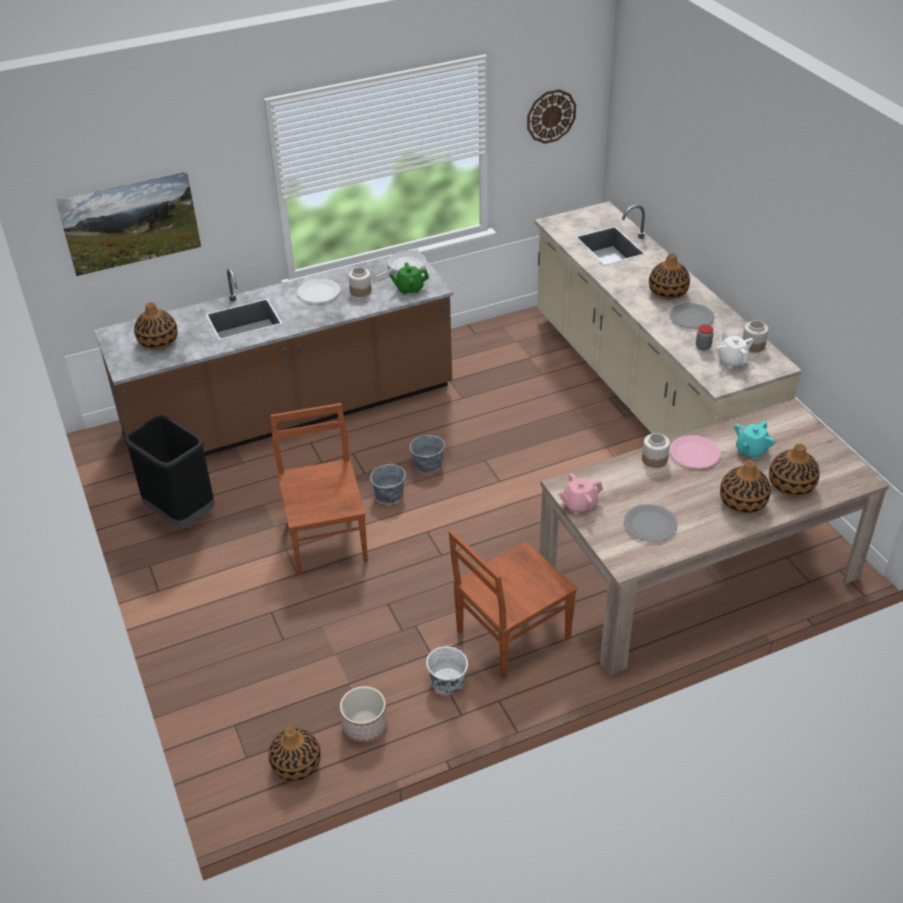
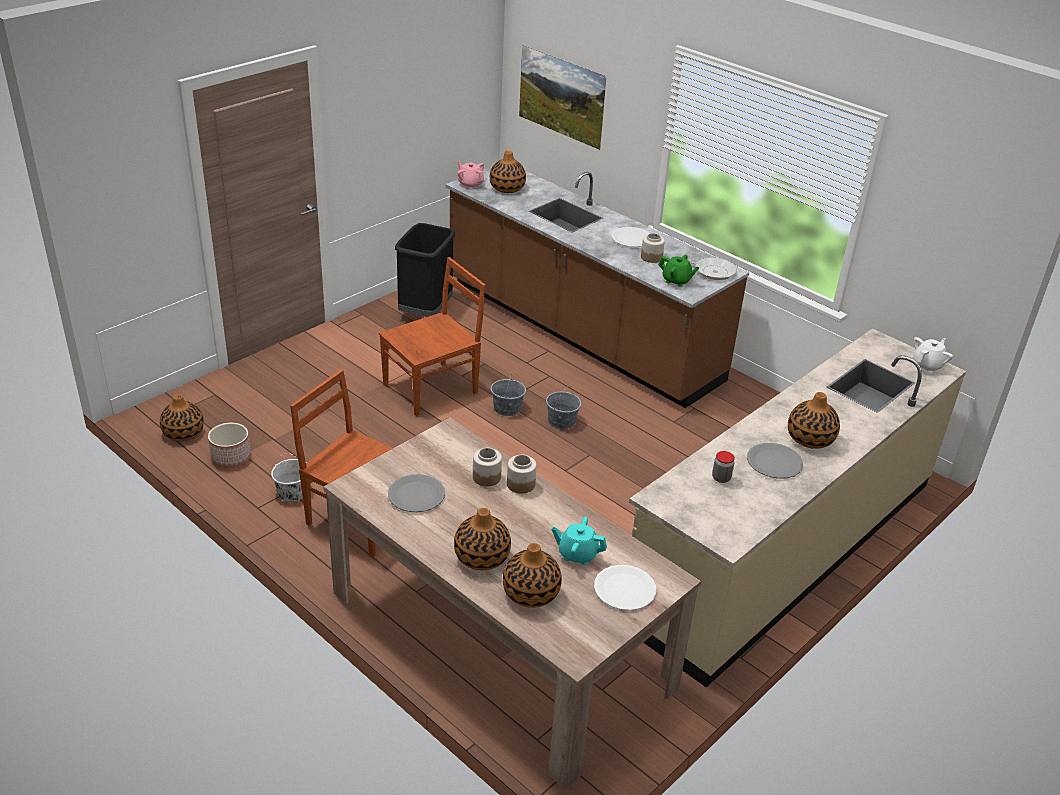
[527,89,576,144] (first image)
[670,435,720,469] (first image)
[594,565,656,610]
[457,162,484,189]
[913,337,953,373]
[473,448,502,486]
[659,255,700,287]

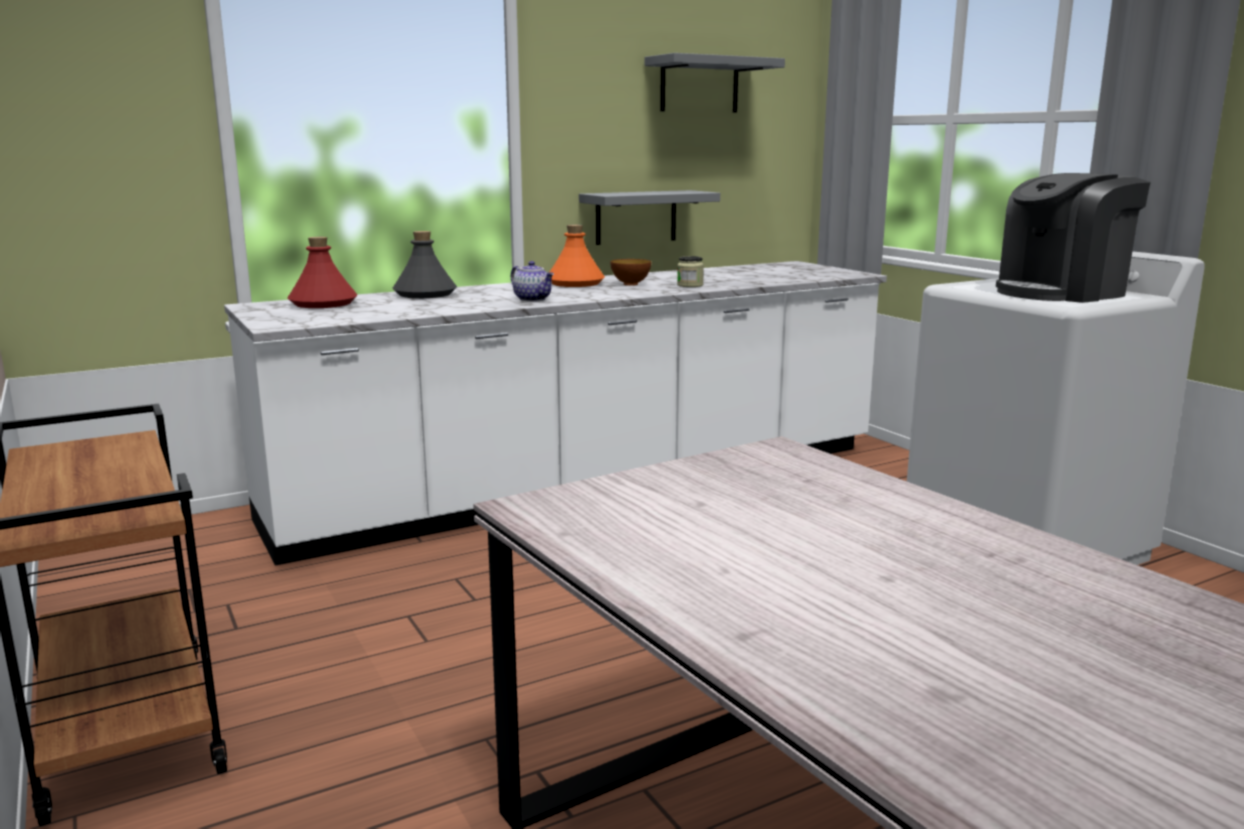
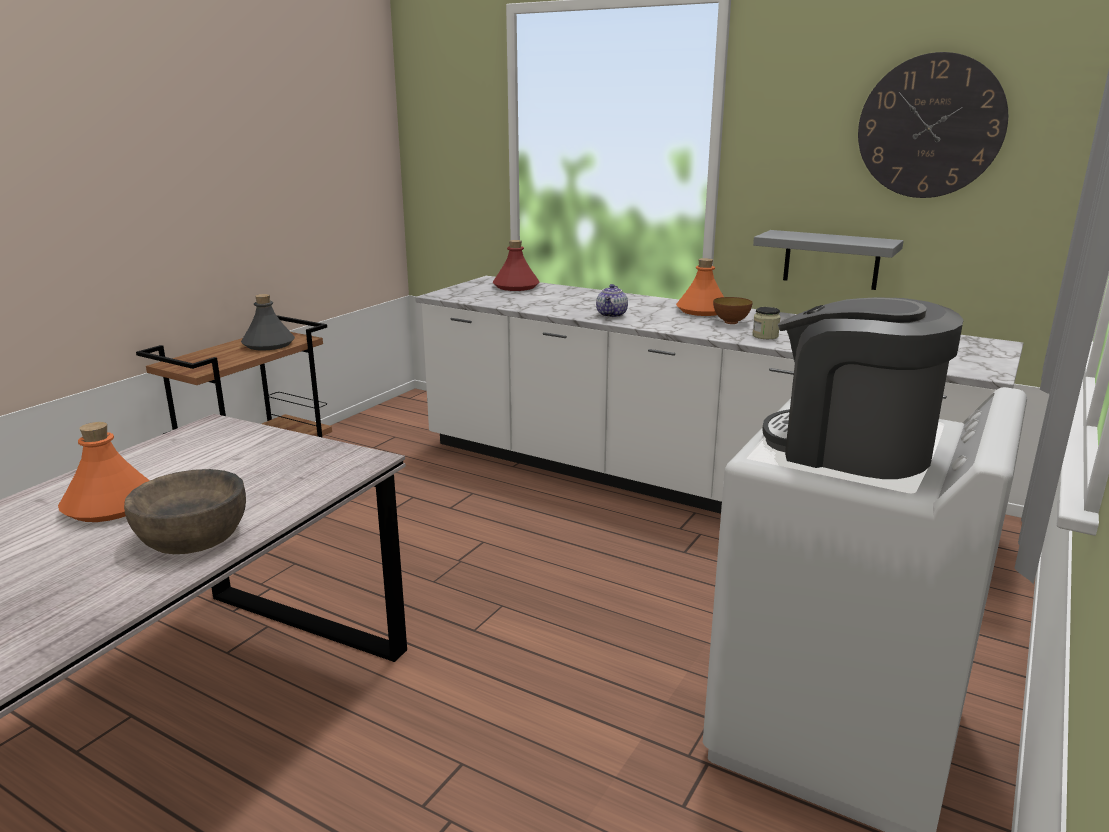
[58,422,150,522]
[124,469,246,554]
[241,294,295,351]
[858,52,1008,198]

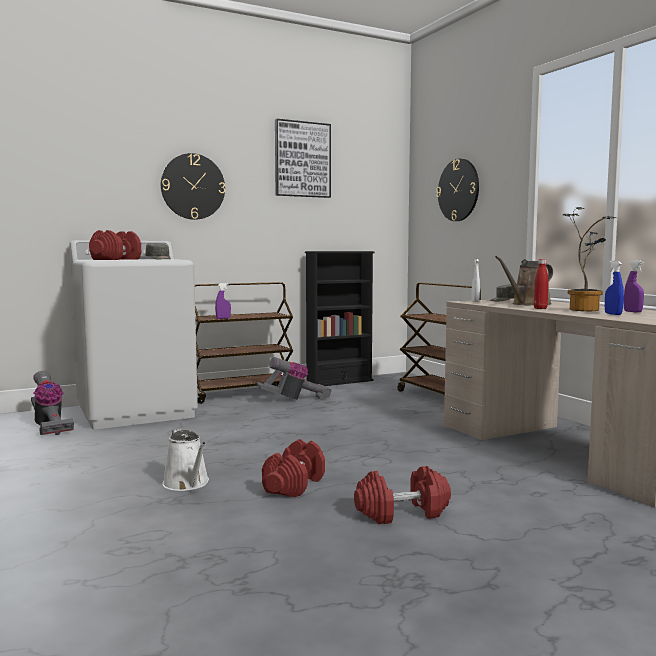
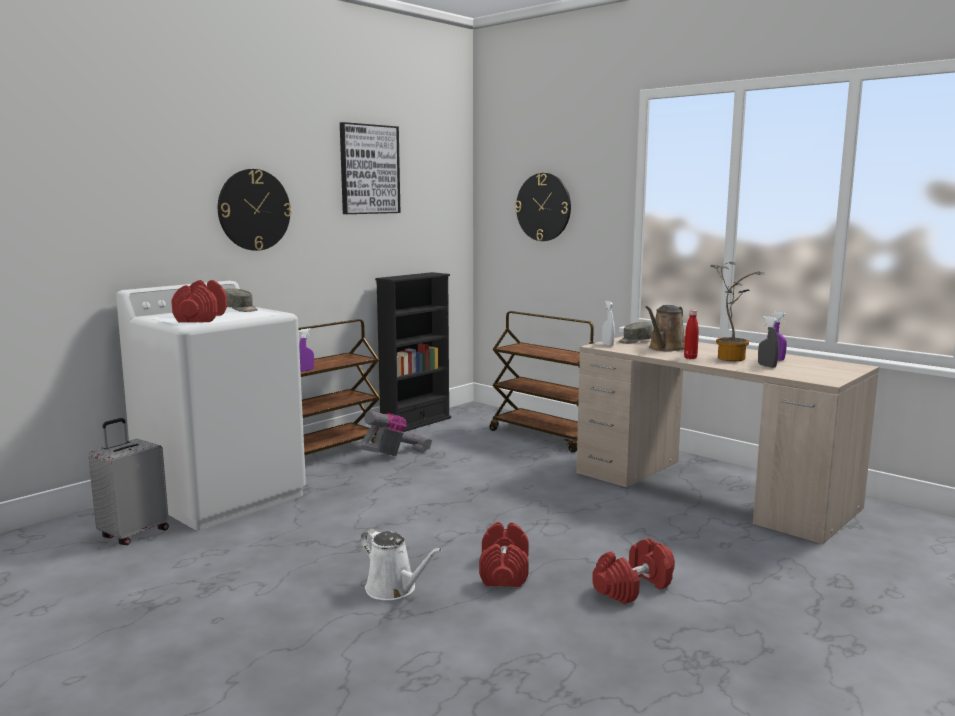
[88,418,169,545]
[758,316,779,368]

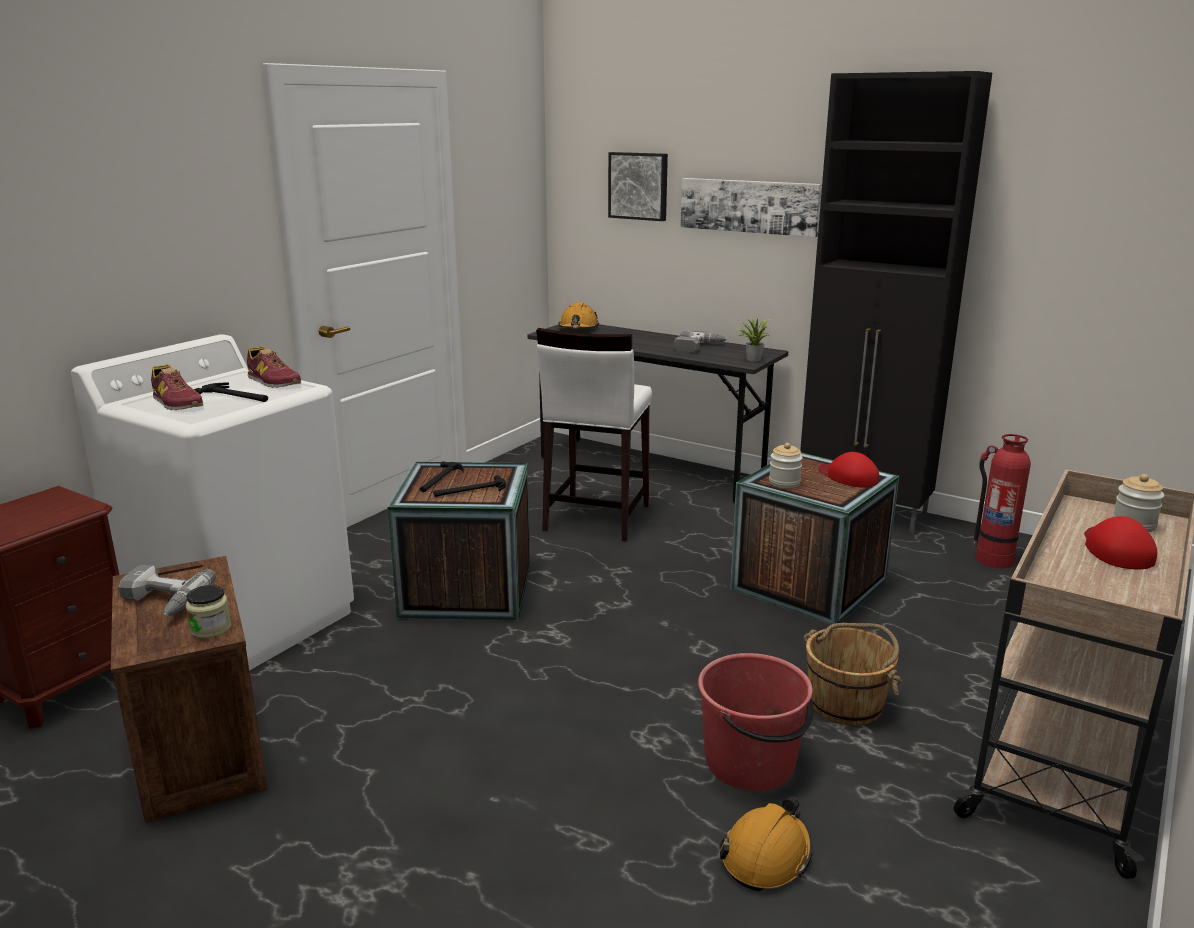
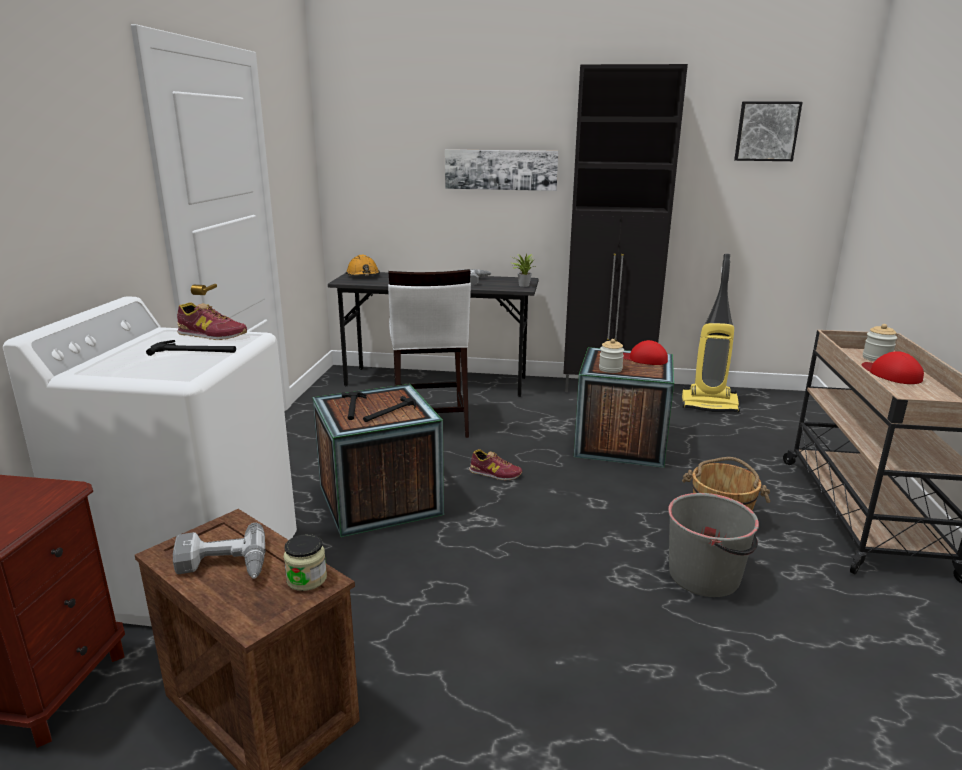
[719,796,813,891] (first image)
[469,449,522,480]
[734,101,802,161]
[682,254,740,412]
[668,493,759,597]

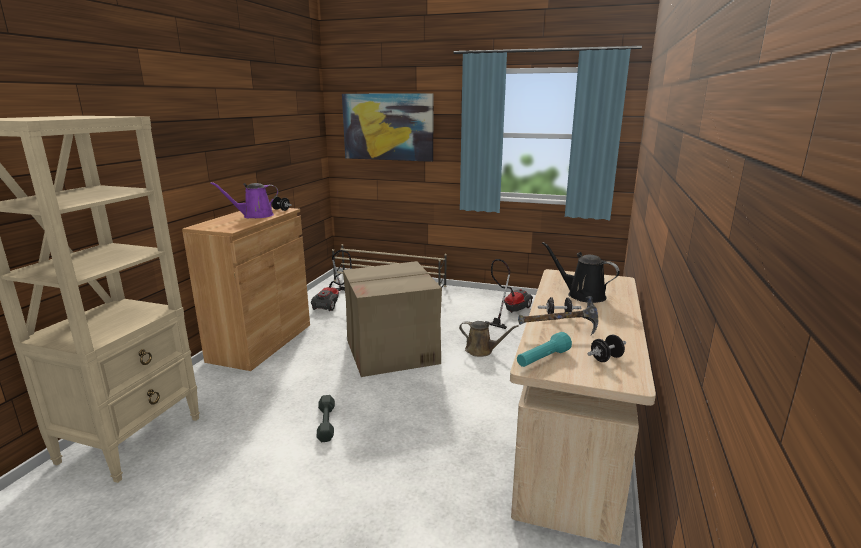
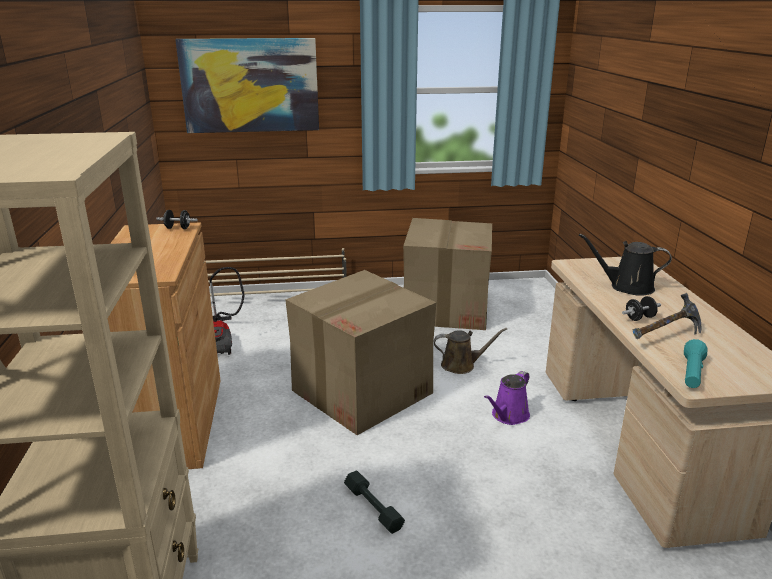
[588,335,626,362] (first image)
[484,371,530,425]
[403,218,492,330]

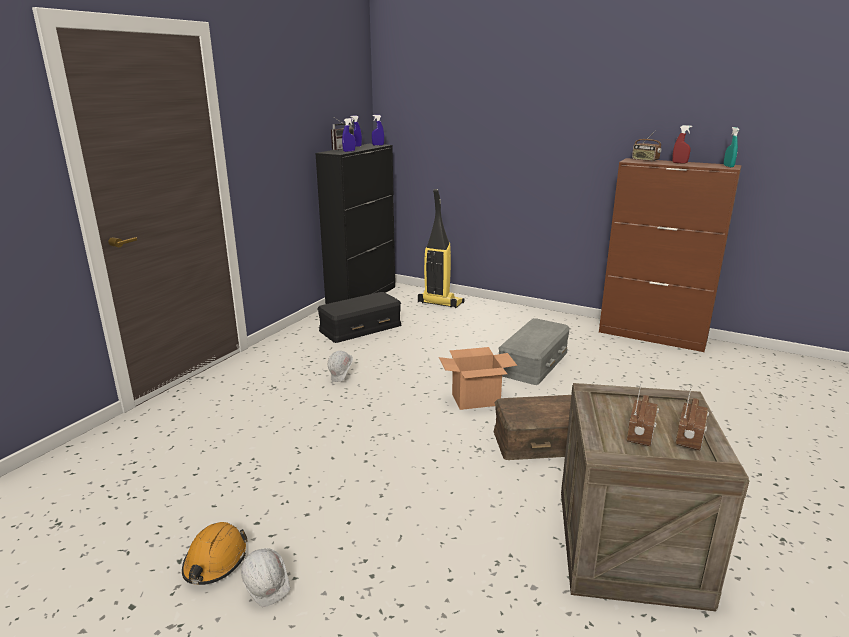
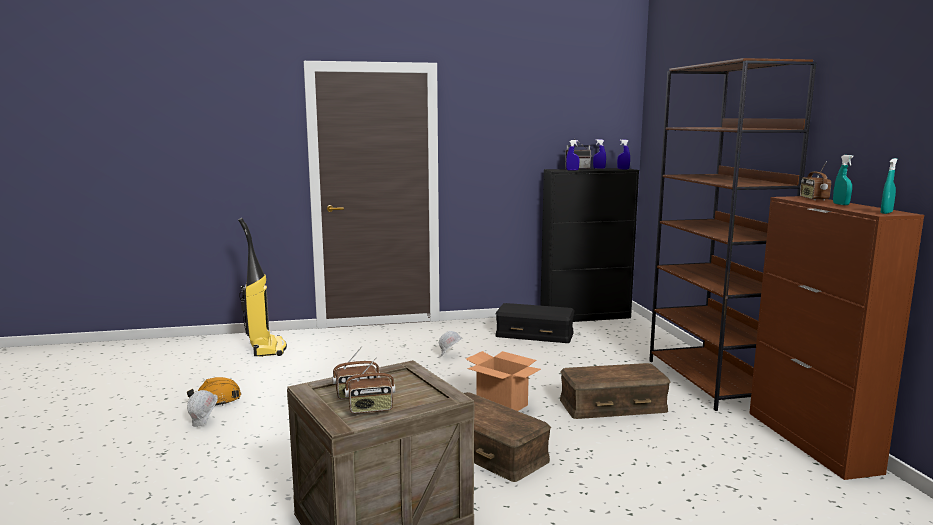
[649,58,816,411]
[238,218,287,357]
[560,363,670,419]
[833,155,854,205]

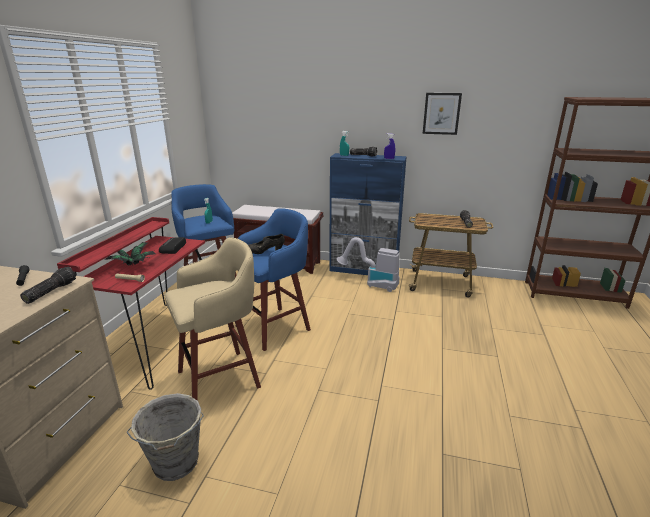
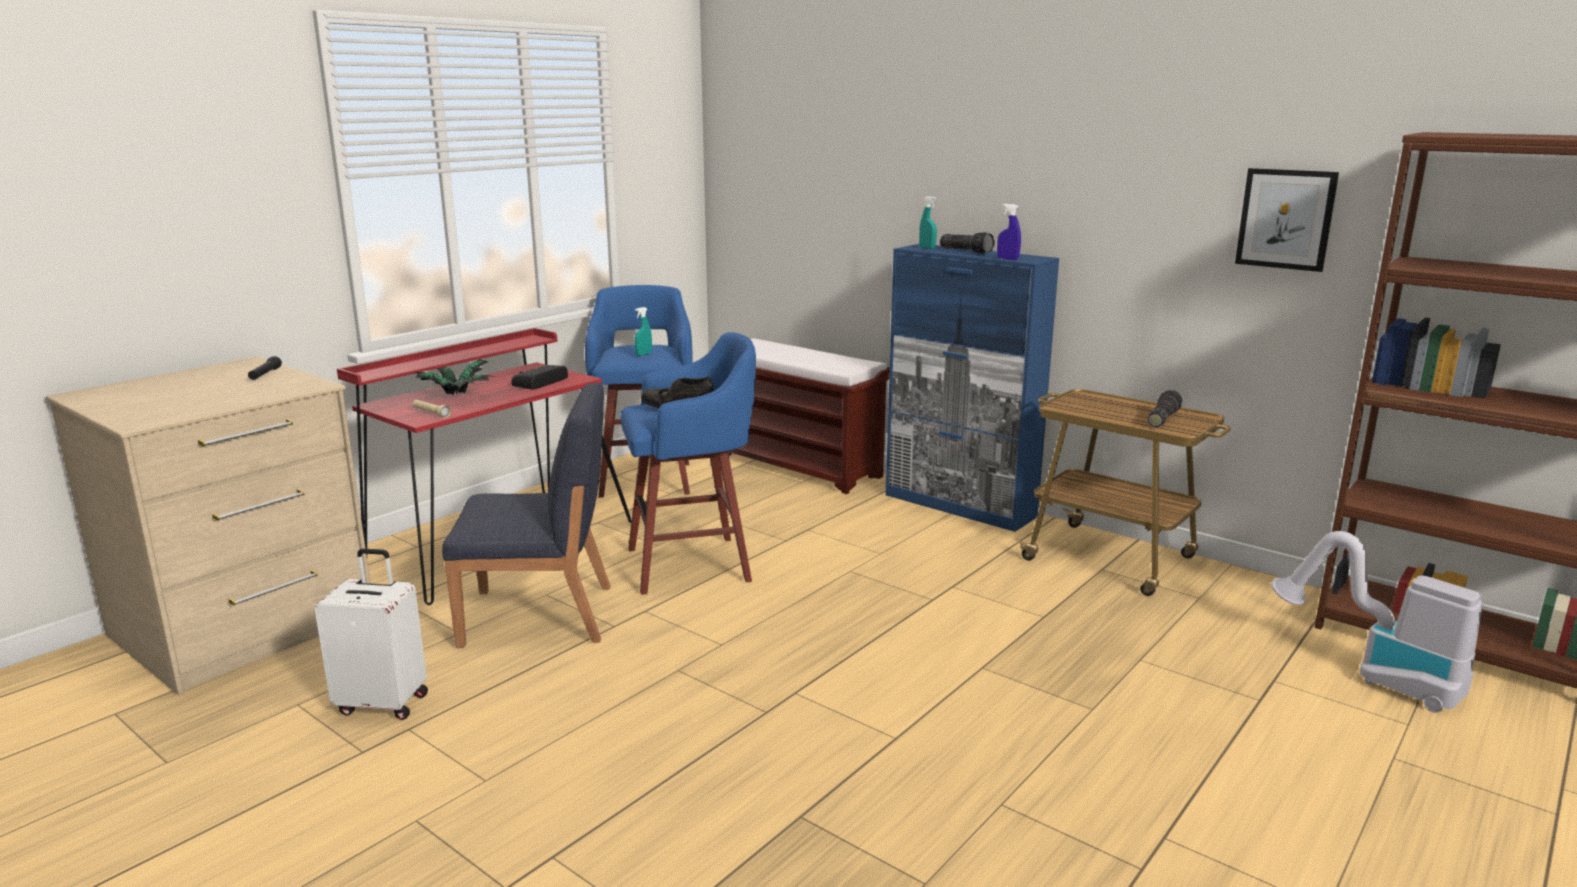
[20,267,76,304] (first image)
[1272,531,1483,713]
[1235,168,1339,272]
[315,548,428,720]
[442,383,611,648]

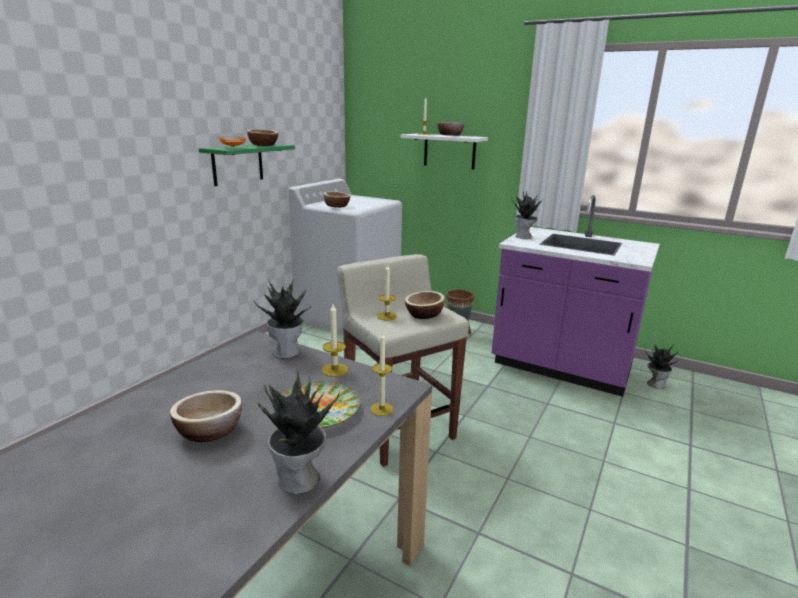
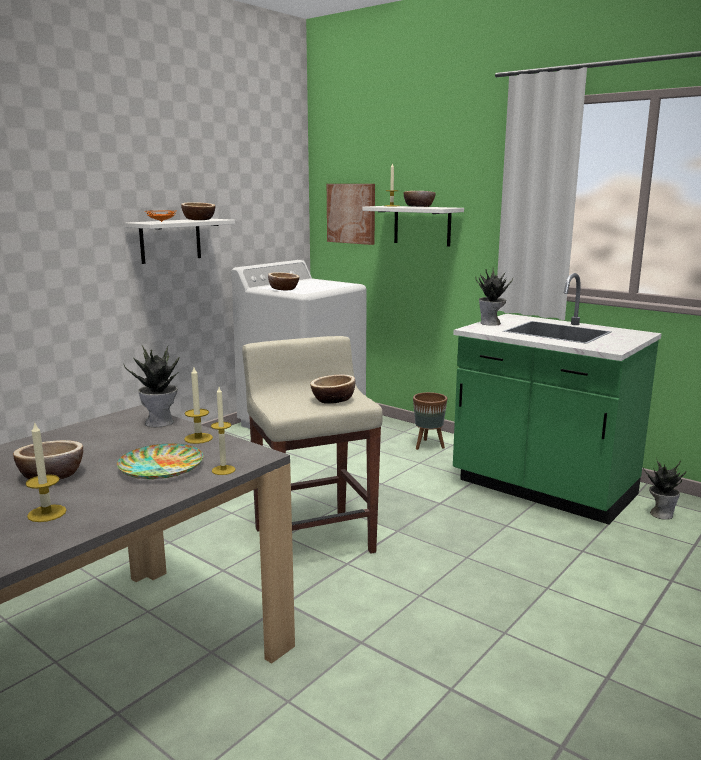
[258,368,340,494] (first image)
[327,184,375,245]
[25,421,67,522]
[125,219,235,264]
[453,273,662,524]

